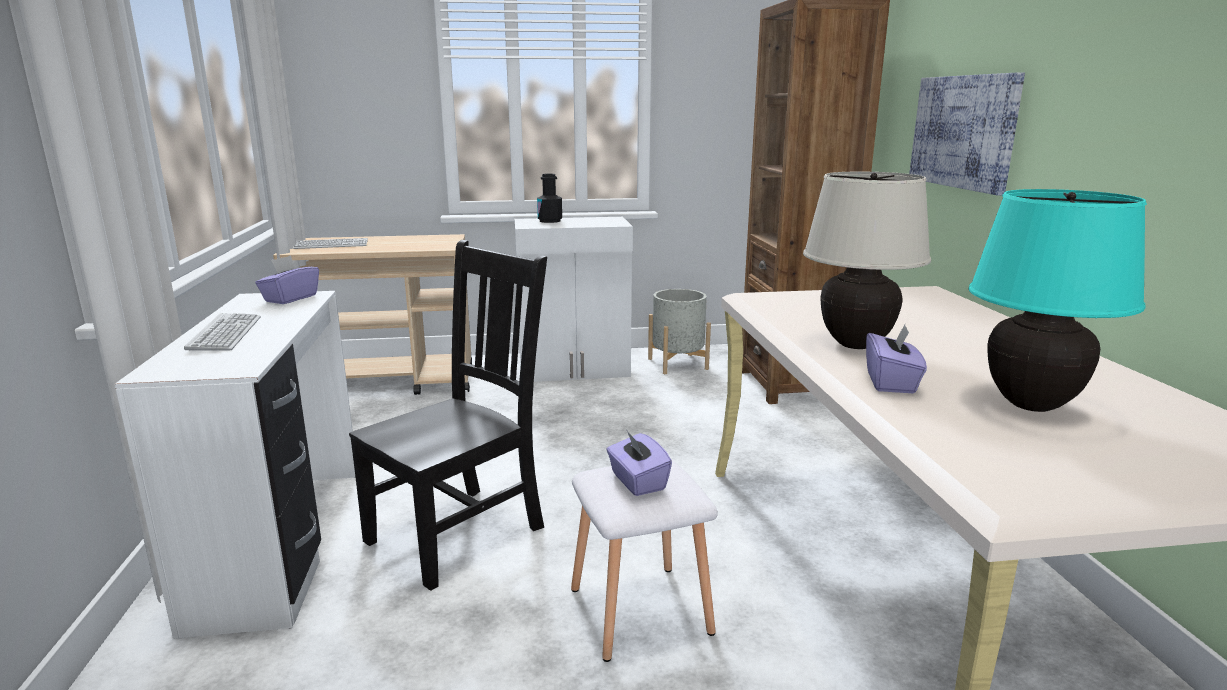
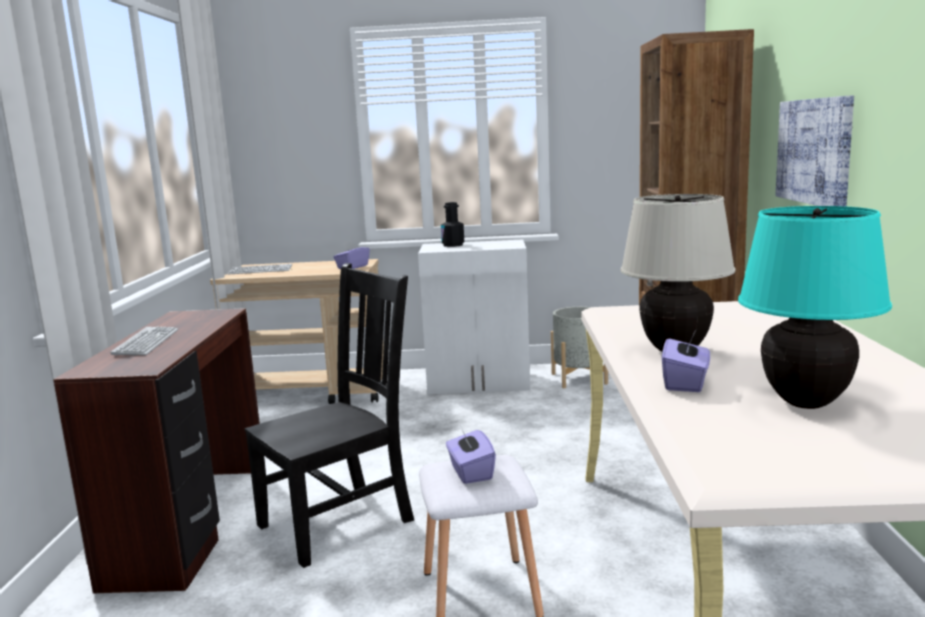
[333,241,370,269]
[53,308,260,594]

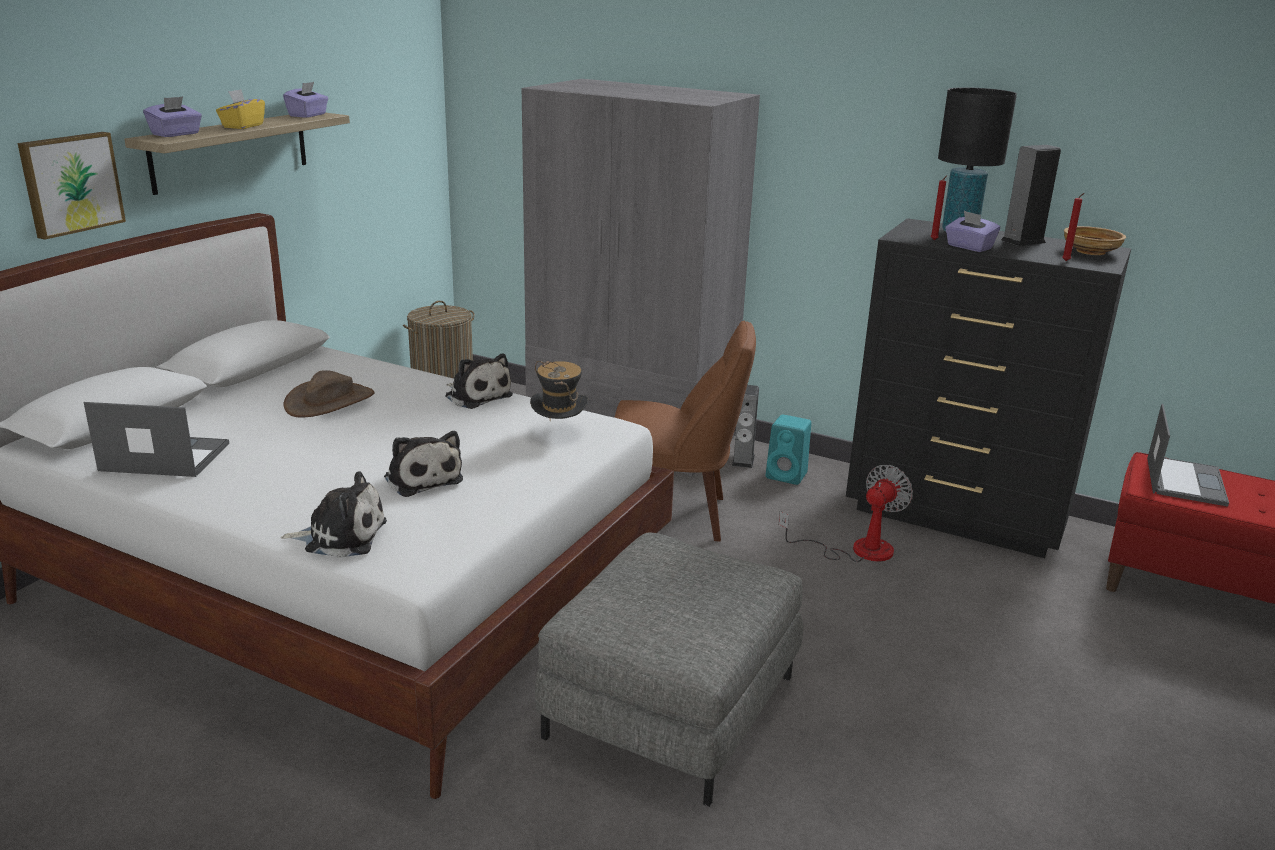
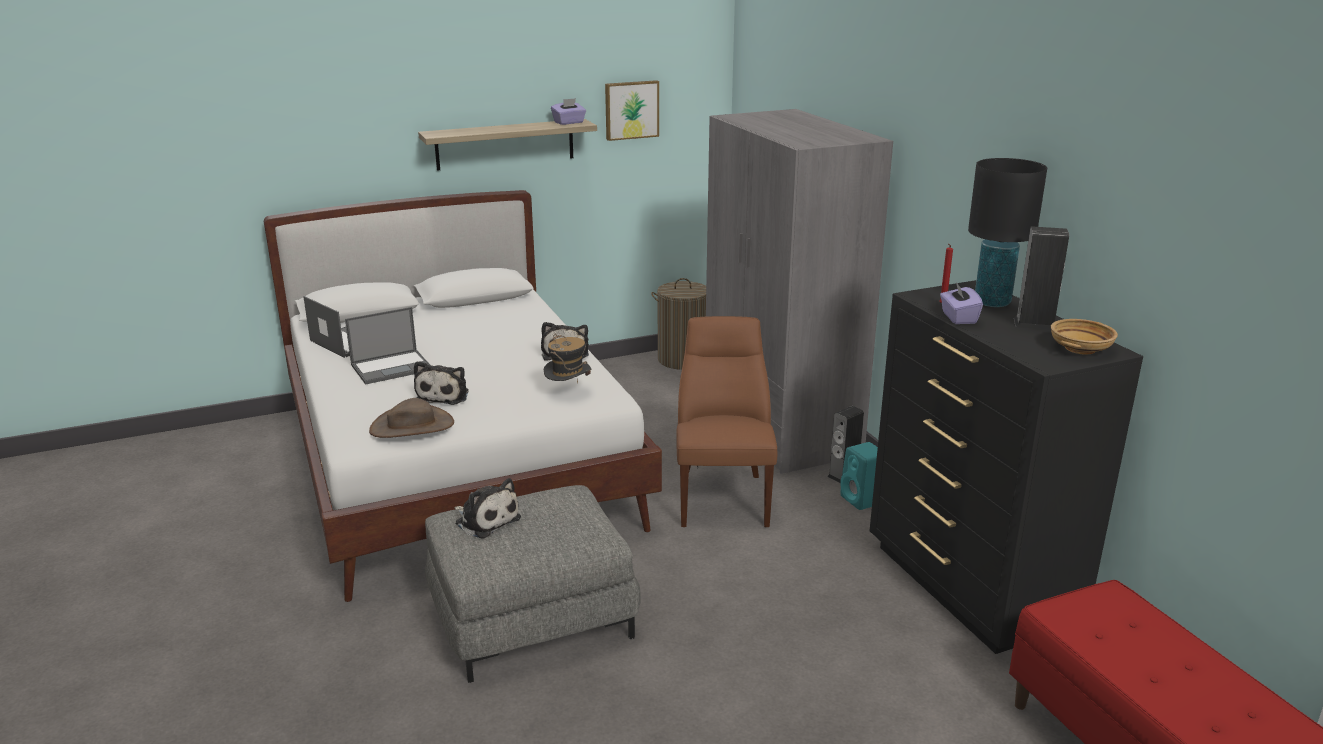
[143,96,202,137] (first image)
[216,89,265,129] (first image)
[779,465,913,562] (first image)
[1062,193,1084,261] (first image)
[605,80,659,141]
[454,478,521,539]
[369,398,454,438]
[345,307,431,385]
[676,316,777,527]

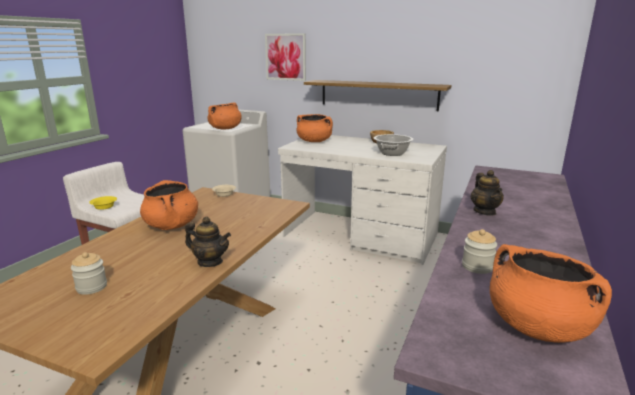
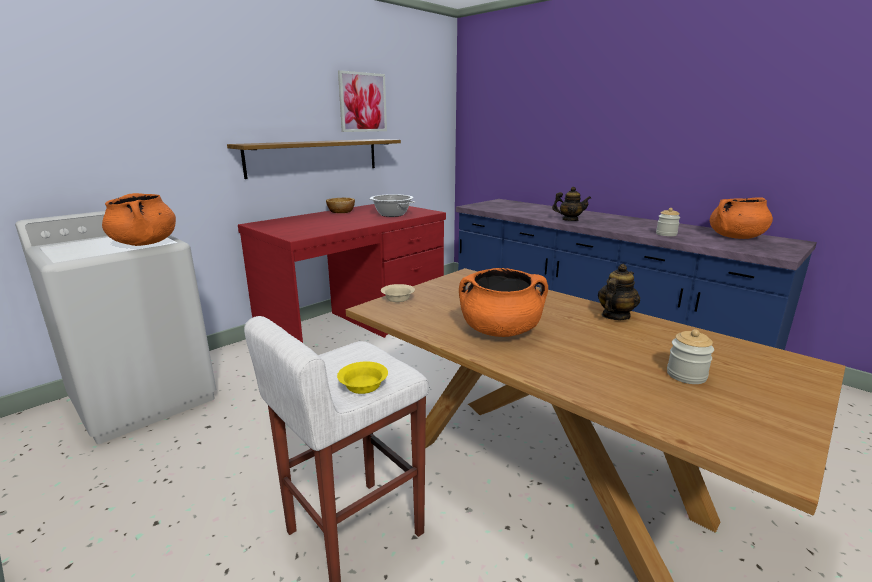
[296,114,333,142] (first image)
[338,70,387,132]
[238,204,446,343]

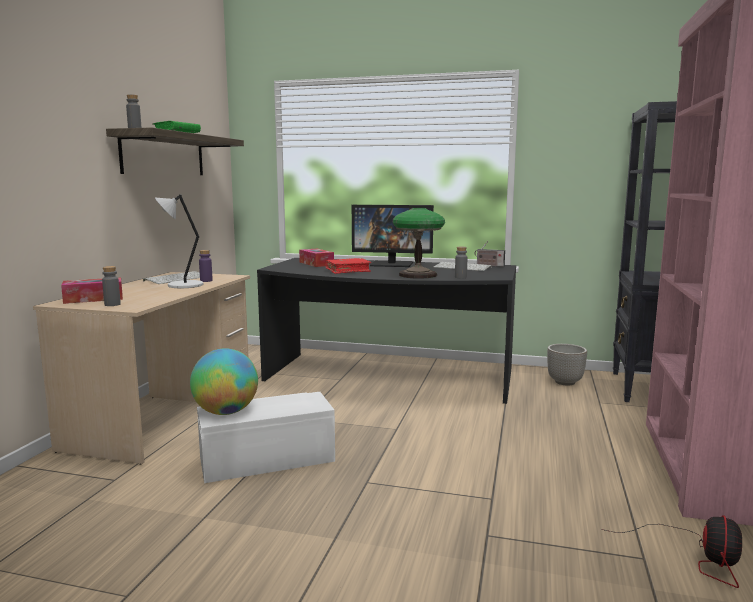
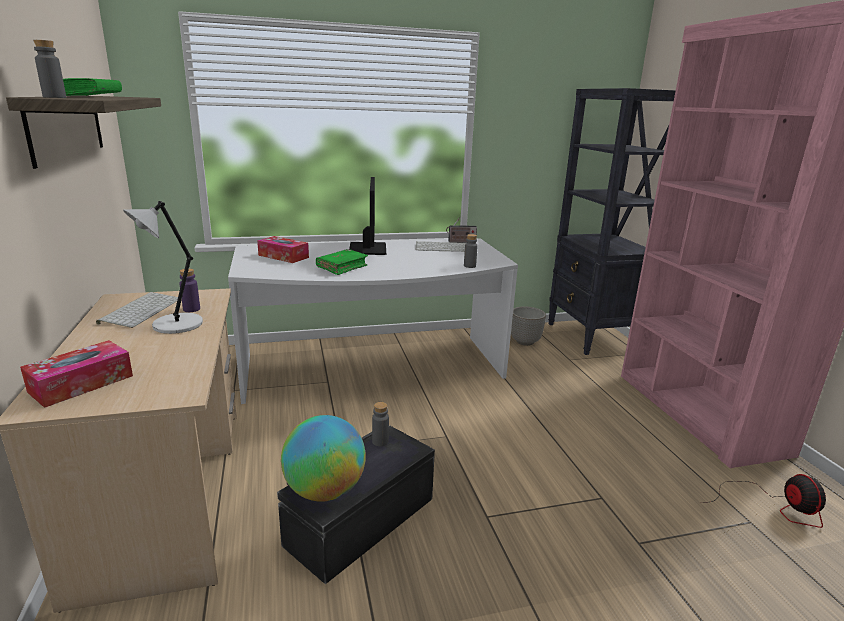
[393,208,445,279] (first image)
[372,402,389,446]
[277,426,435,584]
[228,238,518,404]
[316,249,368,275]
[349,177,386,255]

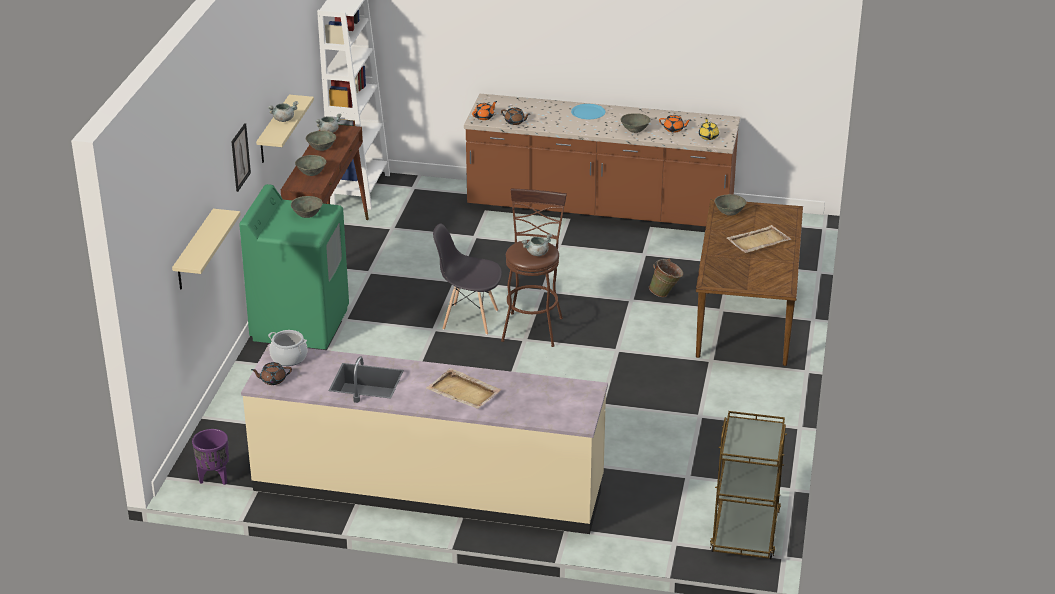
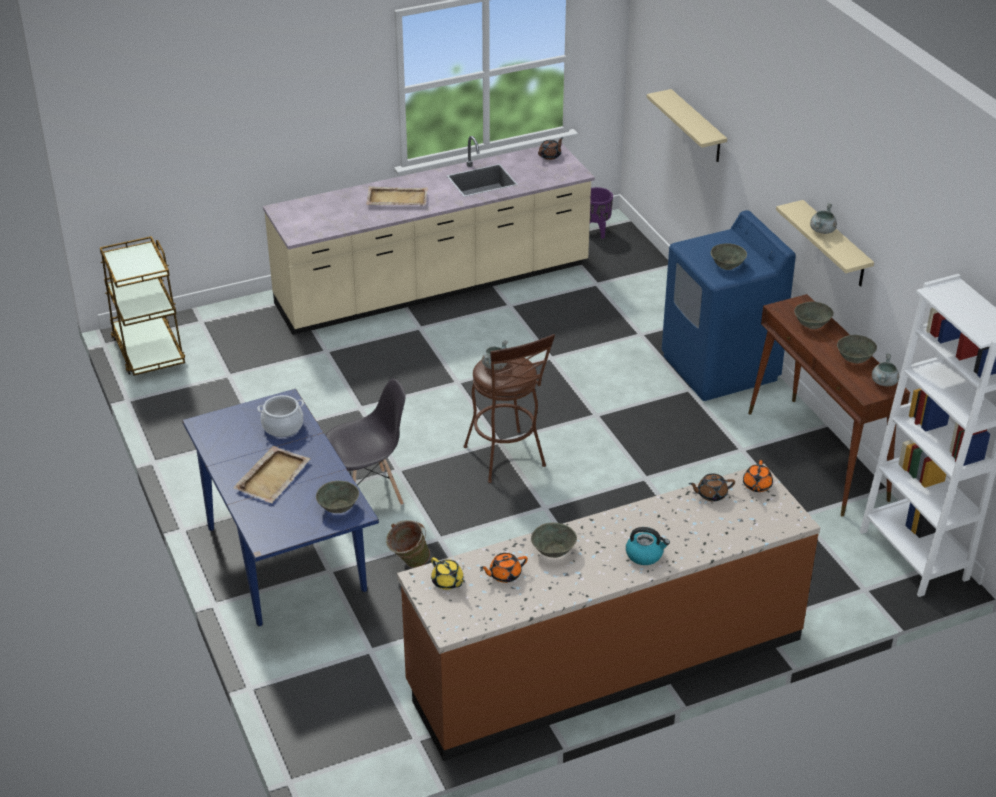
[231,123,251,192] (first image)
[257,395,304,437]
[326,378,406,505]
[626,527,670,565]
[662,210,796,401]
[182,389,379,626]

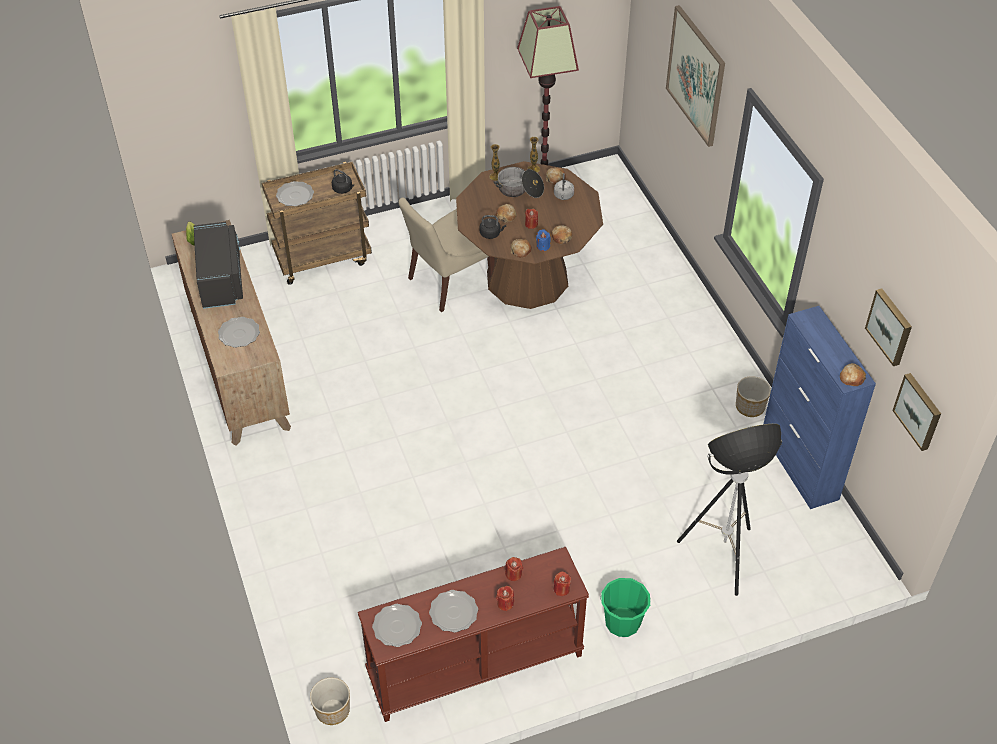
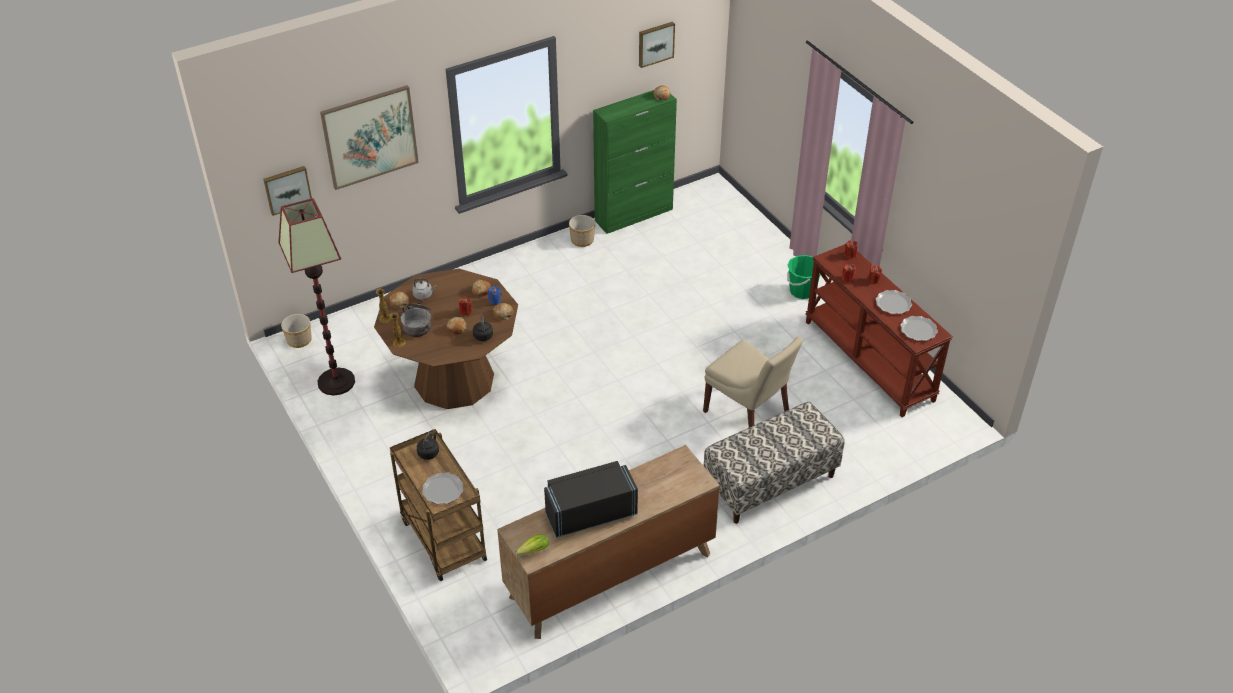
[218,317,260,348] (first image)
[677,424,782,596] (first image)
[704,402,845,524]
[281,314,312,348]
[703,337,803,427]
[263,166,312,216]
[593,90,677,234]

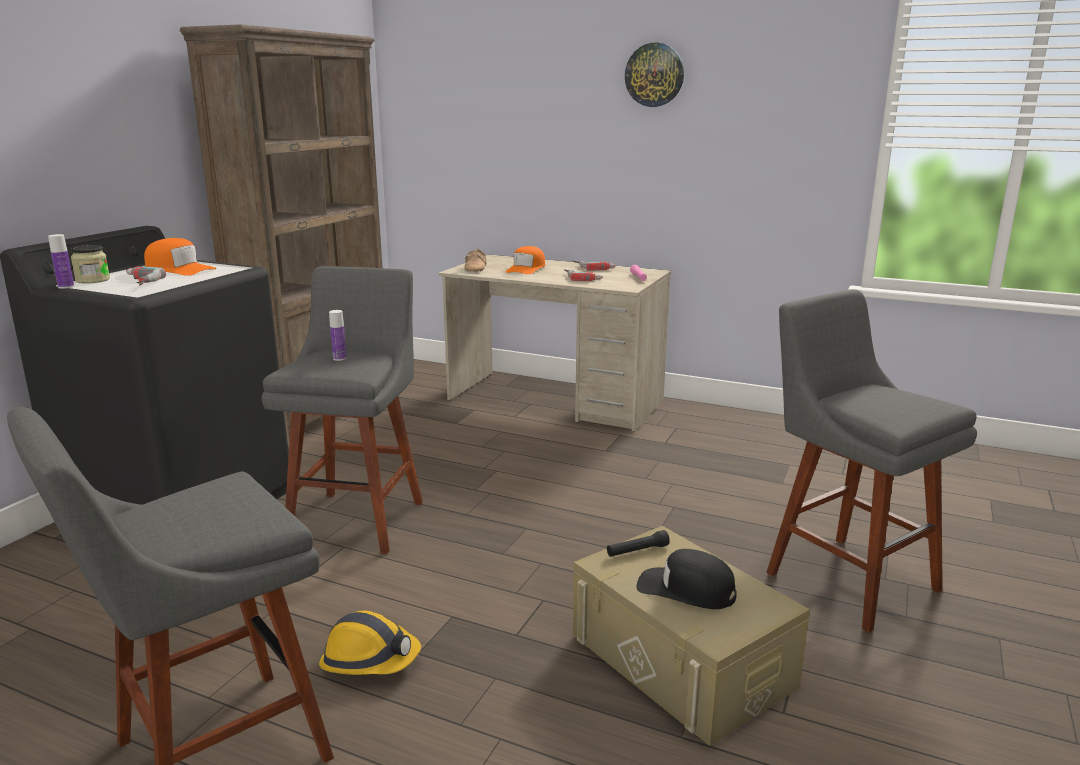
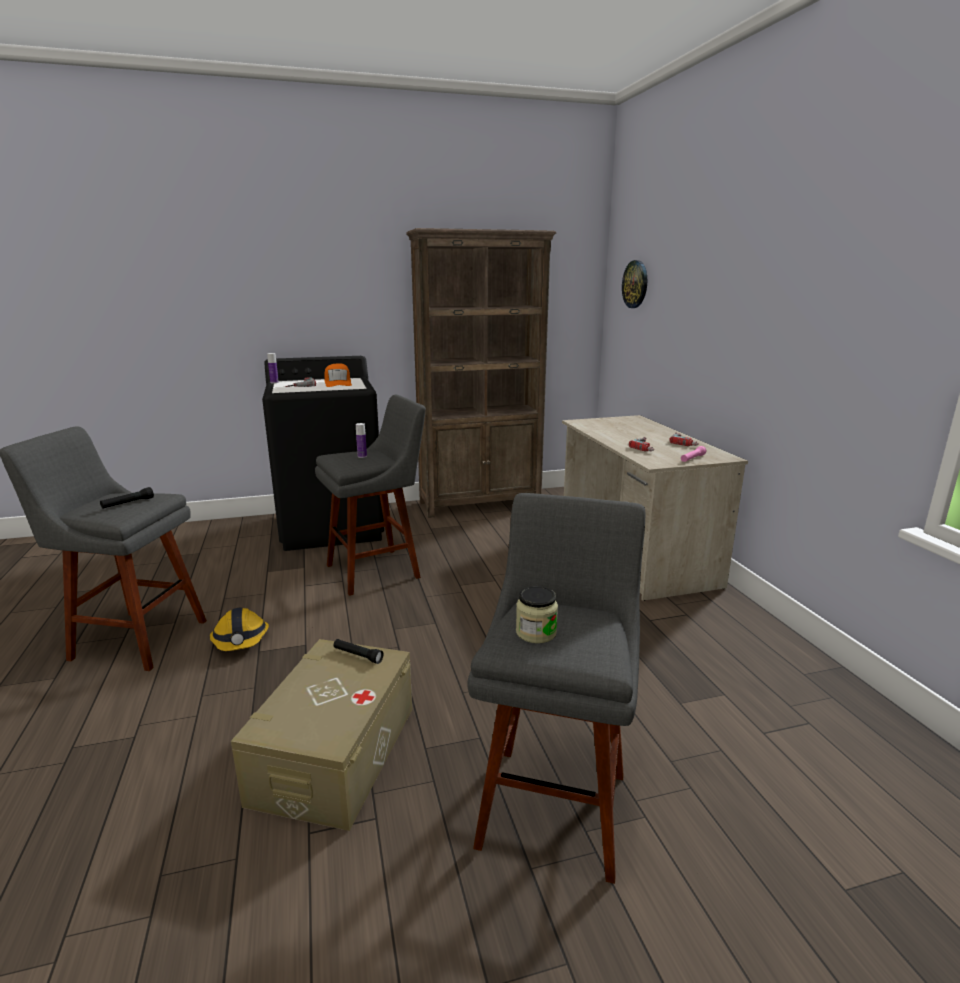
[465,249,487,272] (first image)
[505,246,545,274] (first image)
[637,549,736,609] (first image)
[100,487,154,509]
[516,586,558,643]
[622,260,647,308]

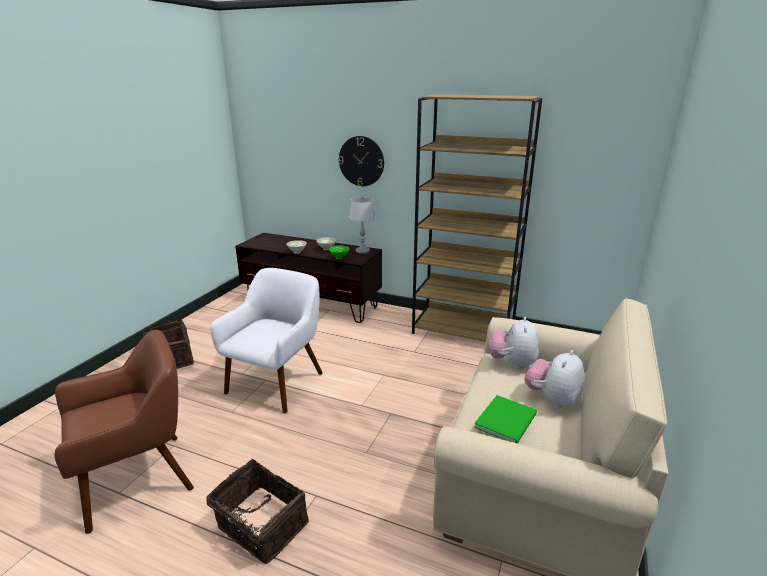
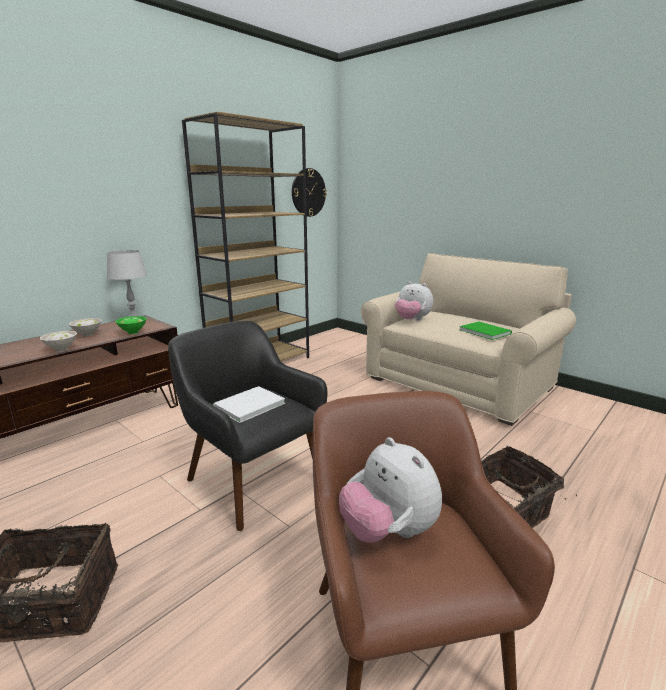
[213,386,285,423]
[292,168,327,217]
[339,437,442,543]
[168,321,327,531]

